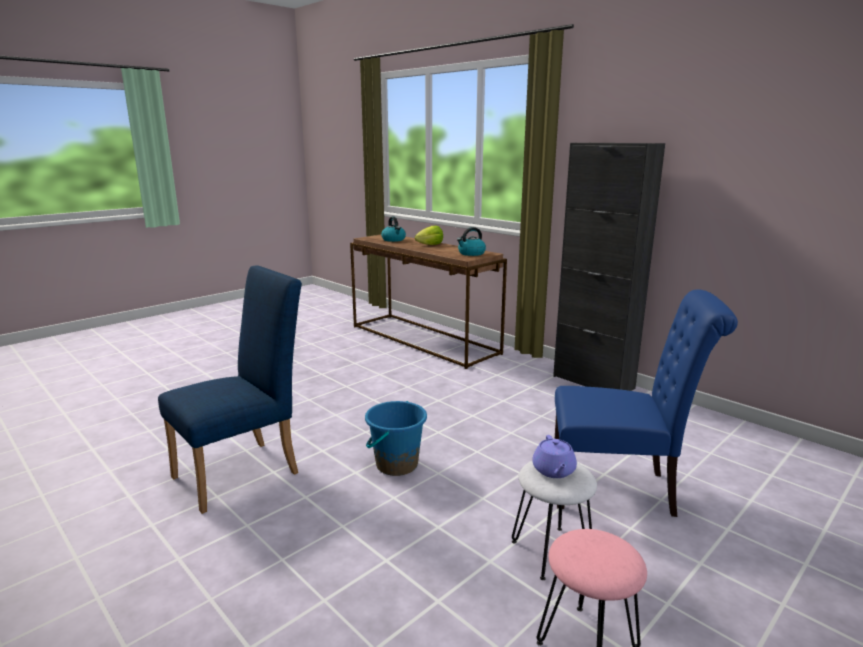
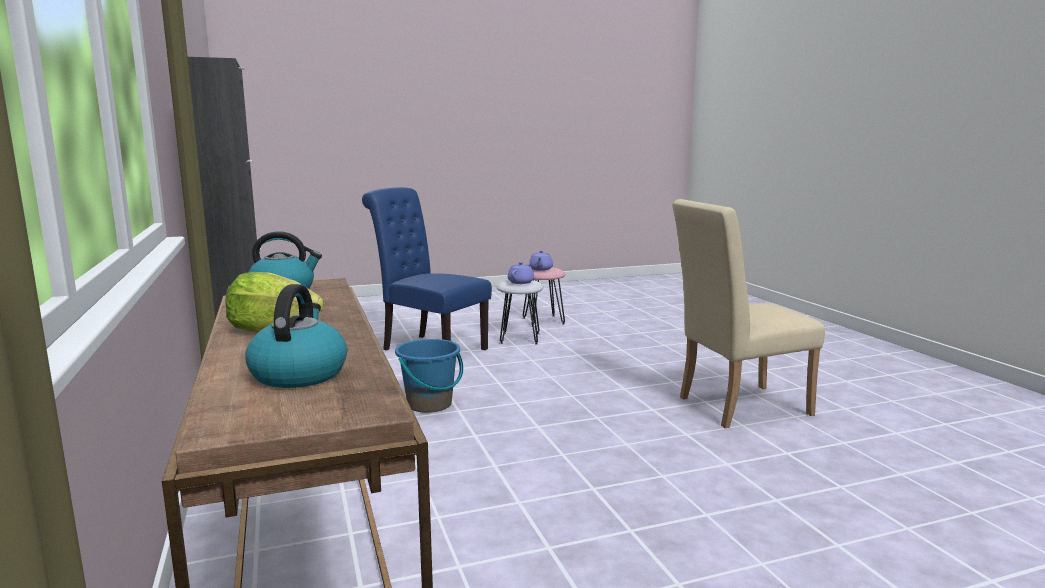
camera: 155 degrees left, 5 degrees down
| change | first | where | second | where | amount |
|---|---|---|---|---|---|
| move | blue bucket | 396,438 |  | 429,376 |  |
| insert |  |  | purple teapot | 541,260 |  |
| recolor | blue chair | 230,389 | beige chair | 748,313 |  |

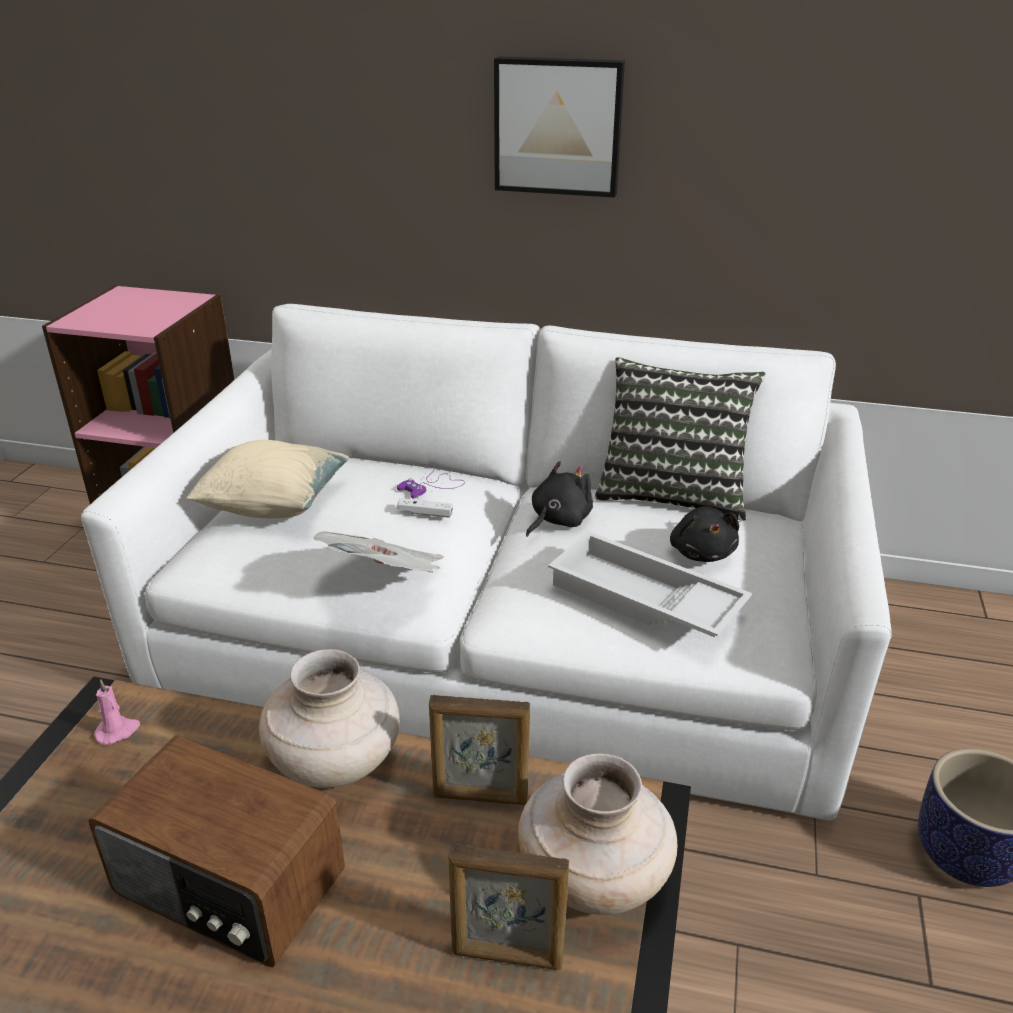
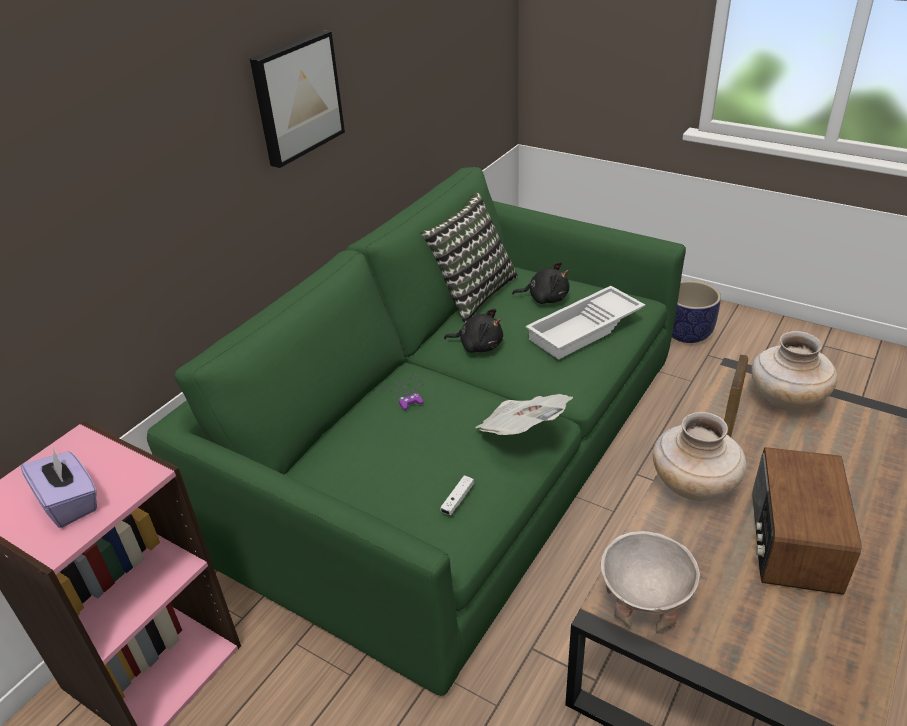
camera: 70 degrees left, 5 degrees up
| change | first | where | second | where | amount |
|---|---|---|---|---|---|
| insert |  |  | purple tissue box | 59,488 |  |
| recolor | white sofa | 486,562 | green sofa | 416,431 |  |
| move | white game controller | 425,507 |  | 457,495 |  |
| rotate | black plush toy | 559,499 |  | 473,331 | 135 degrees clockwise |
| replace | pink candle | 117,711 | beige bowl | 650,582 |  |
| rotate | radio | 216,851 |  | 807,521 | 150 degrees clockwise |
| delete | beige pillow | 268,479 |  |  |  |
| delete | picture frame | 508,906 |  |  |  |

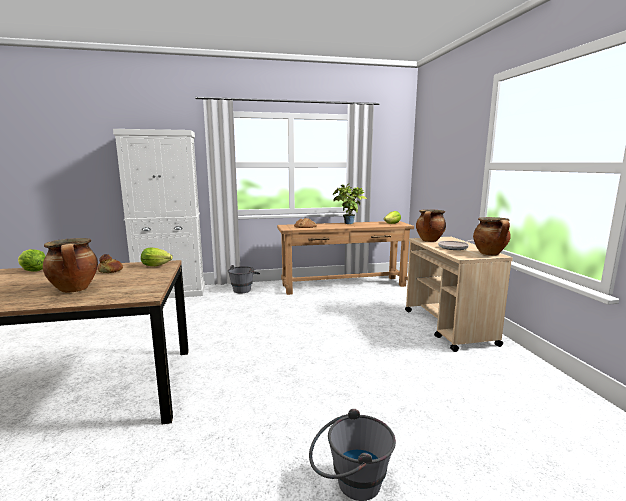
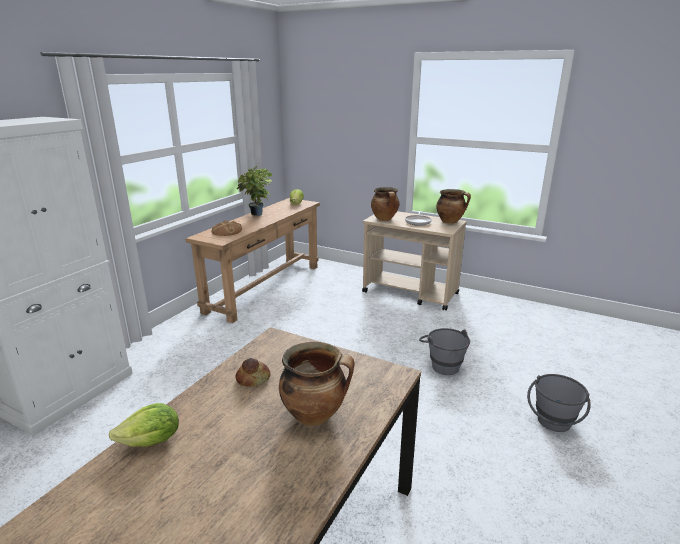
camera: 50 degrees left, 10 degrees up
| change | first | where | second | where | amount |
|---|---|---|---|---|---|
| move | grey bucket | 244,279 |  | 444,351 |  |
| delete | lettuce | 157,257 |  |  |  |

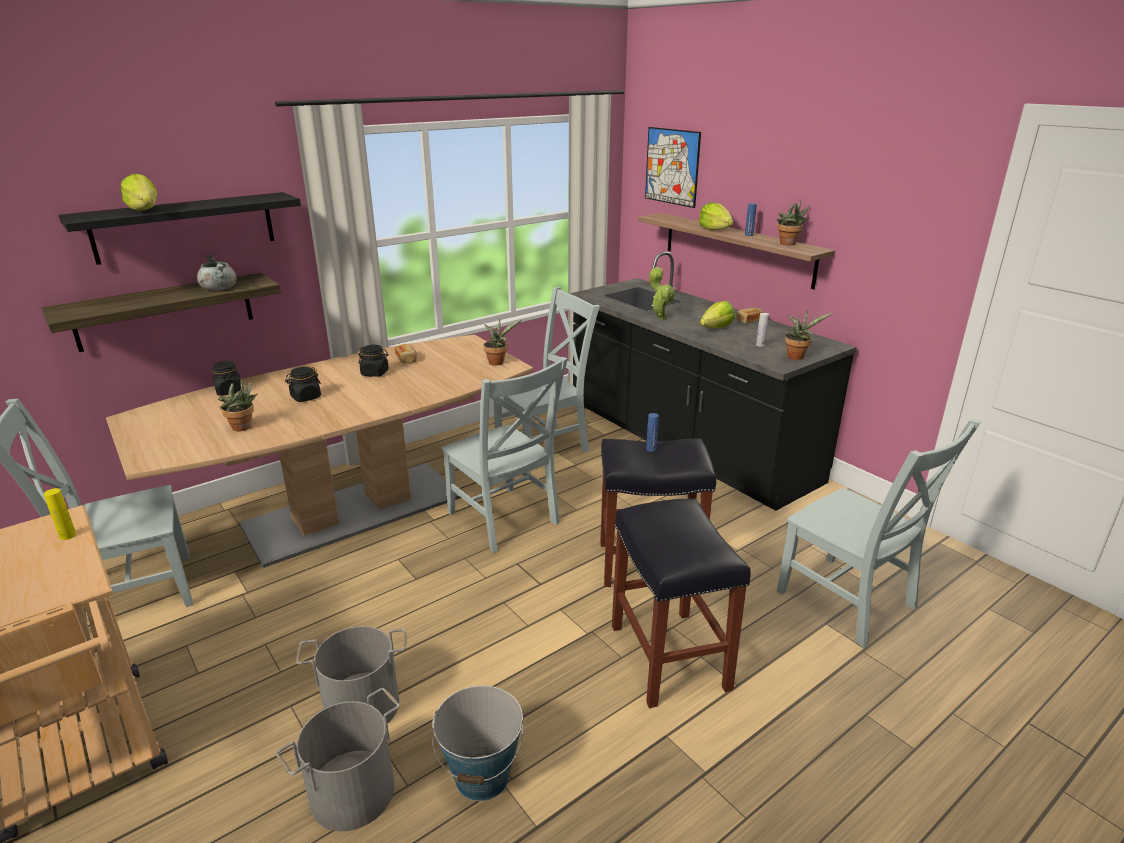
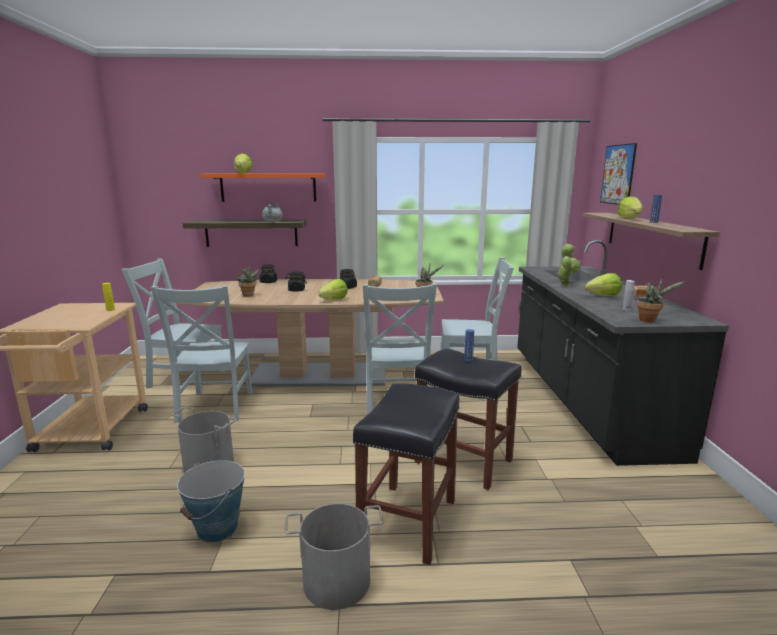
camera: 35 degrees right, 10 degrees down
| change | first | where | second | where | amount |
|---|---|---|---|---|---|
| move | grey chair | 879,533 |  | 201,354 |  |
| recolor | black shelf | 180,228 | orange shelf | 263,187 |  |
| move | grey bucket | 338,759 |  | 334,556 |  |
| insert |  |  | lettuce | 333,289 |  |
| delete | potted plant | 793,222 |  |  |  |

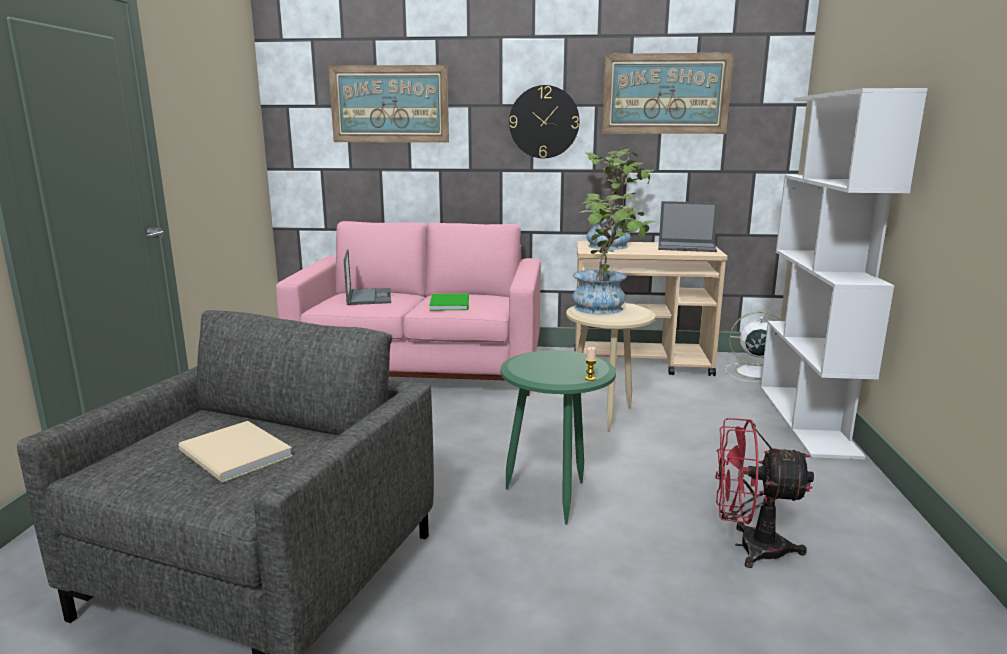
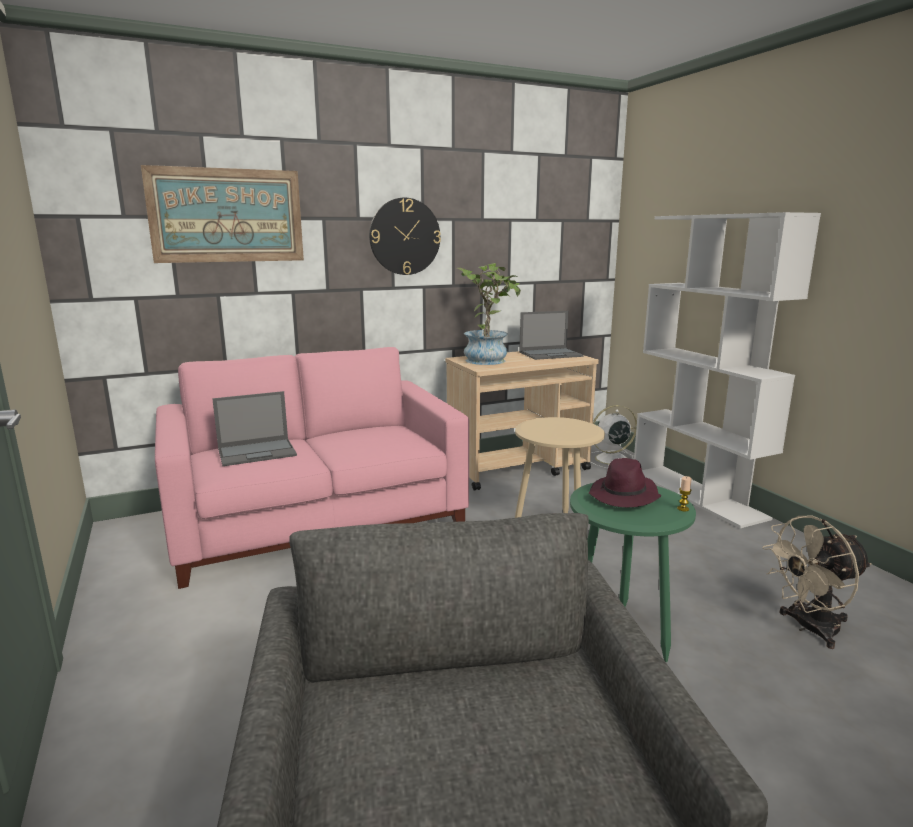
camera: 30 degrees left, 0 degrees up
| change | first | where | second | where | amount |
|---|---|---|---|---|---|
| rotate | laptop | 367,277 |  | 254,428 | 105 degrees clockwise |
| insert |  |  | purple hat | 625,483 |  |
| recolor | red fan | 764,493 | beige fan | 817,582 |  |
| delete | beige book | 235,452 |  |  |  |
| delete | green book | 449,302 |  |  |  |
| delete | potted plant | 613,254 |  |  |  |
| delete | picture | 668,93 |  |  |  |

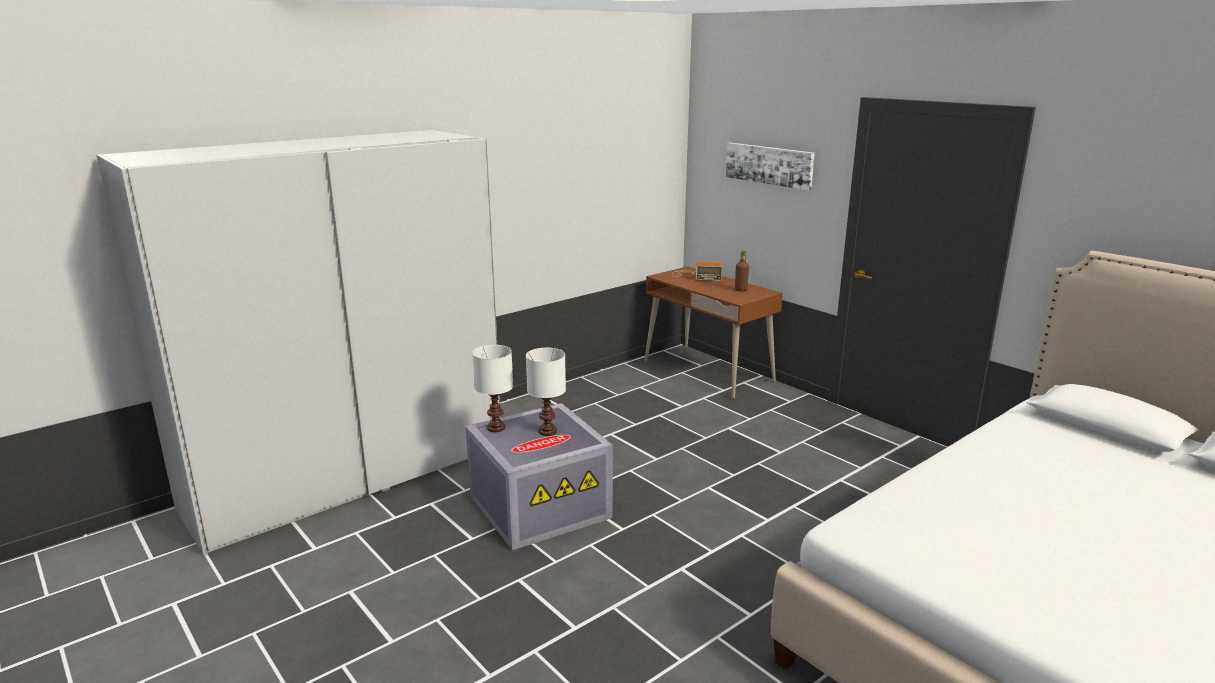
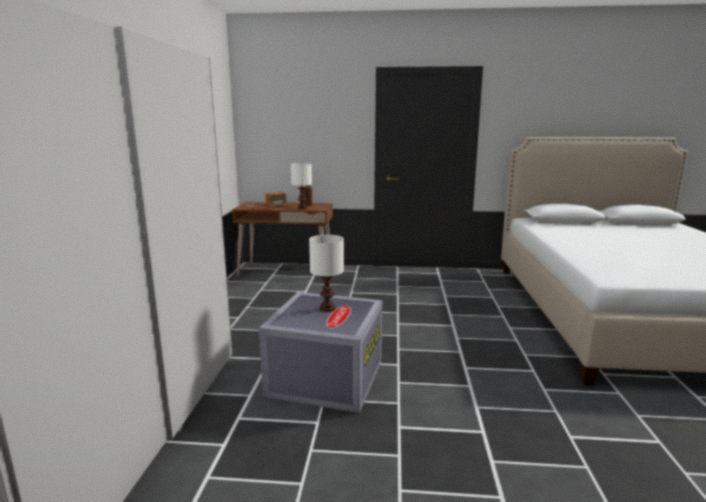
camera: 45 degrees left, 5 degrees down
| change | first | where | second | where | amount |
|---|---|---|---|---|---|
| move | white table lamp | 492,388 |  | 301,186 |  |
| delete | picture | 770,167 |  |  |  |

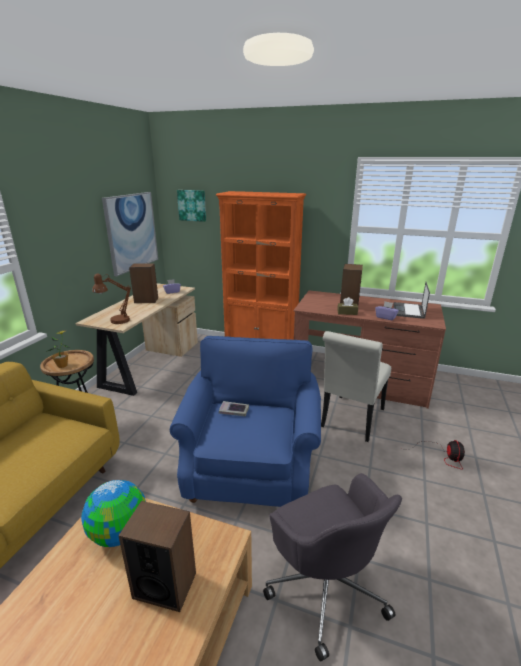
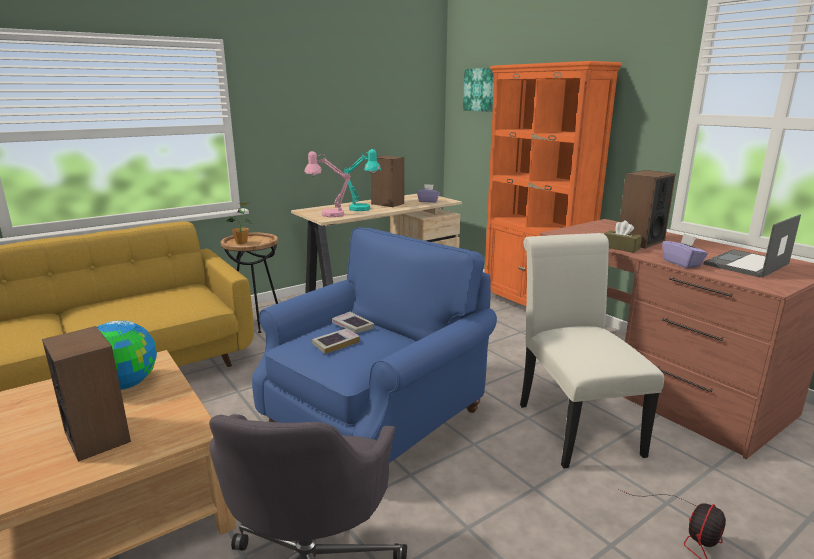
camera: 35 degrees right, 5 degrees down
| change | first | where | second | where | amount |
|---|---|---|---|---|---|
| recolor | brown table lamp | 111,299 | pink table lamp | 327,184 |  |
| insert |  |  | book | 336,341 |  |
| insert |  |  | turquoise table lamp | 362,180 |  |
| rotate | white chair | 356,386 |  | 592,350 | 105 degrees clockwise |
| delete | picture | 130,234 |  |  |  |

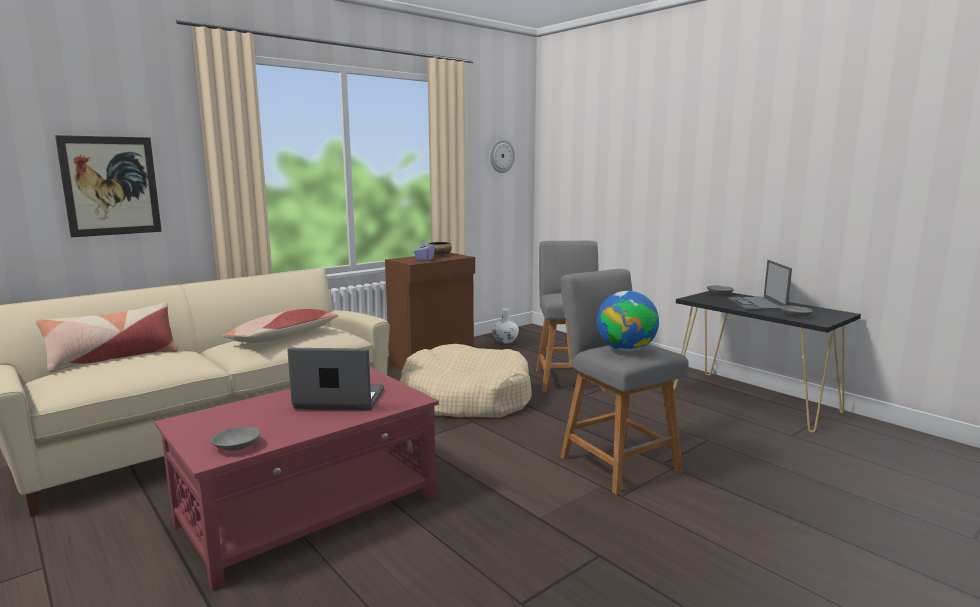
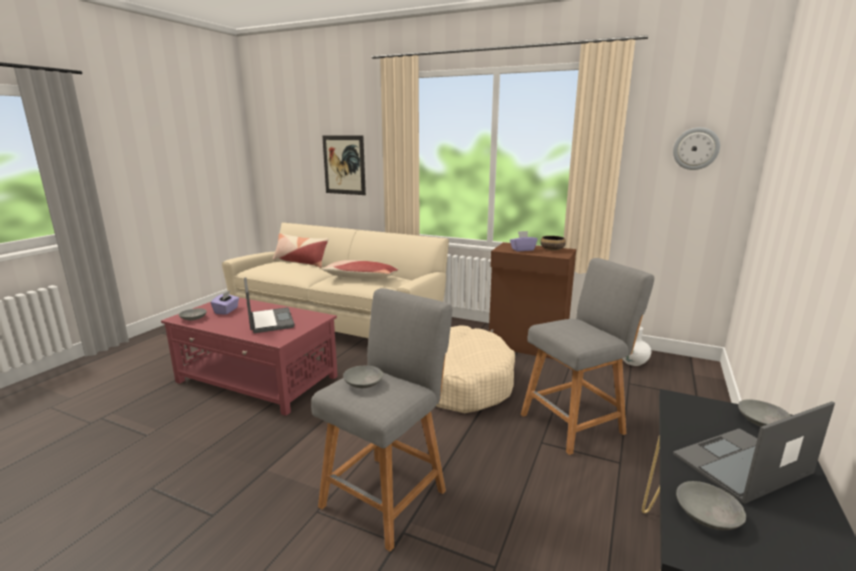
camera: 65 degrees right, 5 degrees up
| change | first | where | second | where | amount |
|---|---|---|---|---|---|
| insert |  |  | purple tissue box | 225,303 |  |
| replace | globe | 628,321 | grey bowl | 363,377 |  |

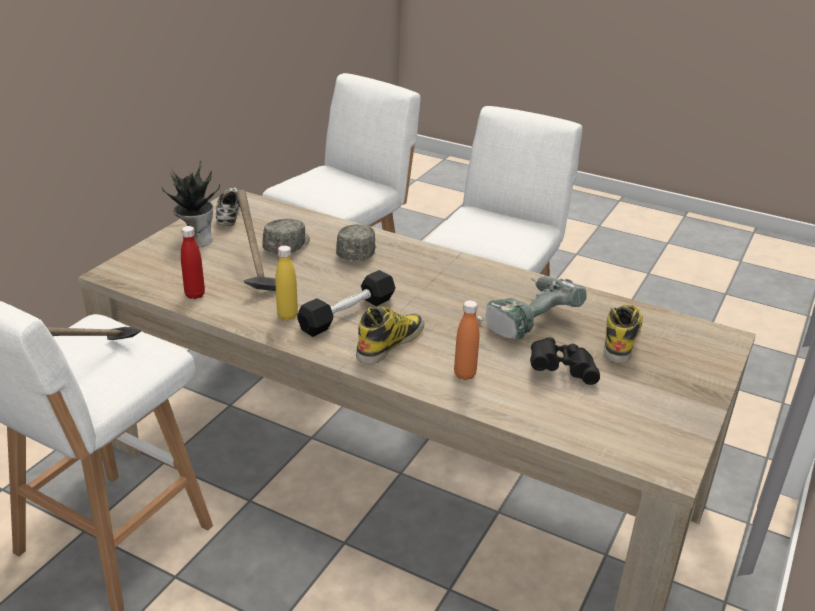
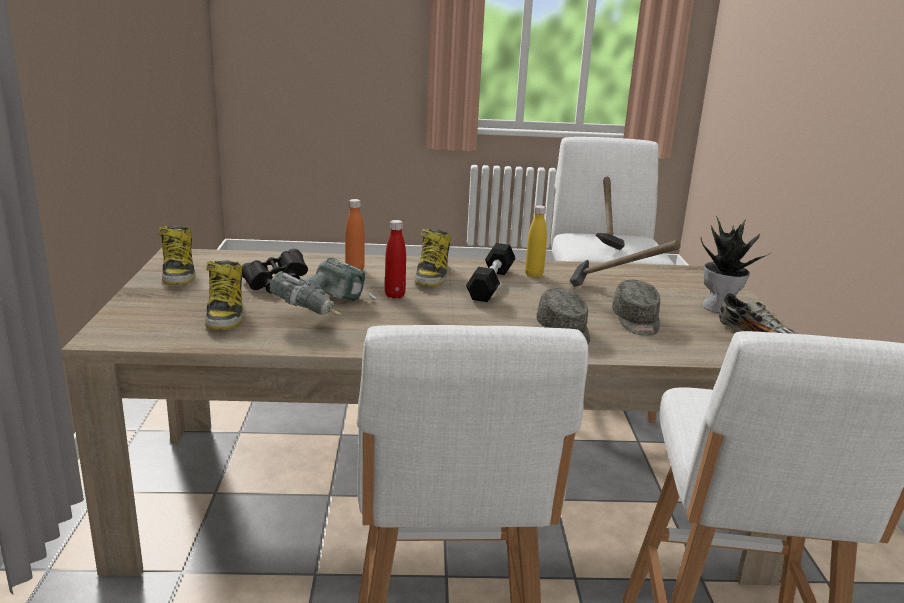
camera: 150 degrees right, 10 degrees down
| change | first | where | second | where | amount |
|---|---|---|---|---|---|
| insert |  |  | boot | 177,255 |  |
| move | red bottle | 193,262 |  | 395,259 |  |

